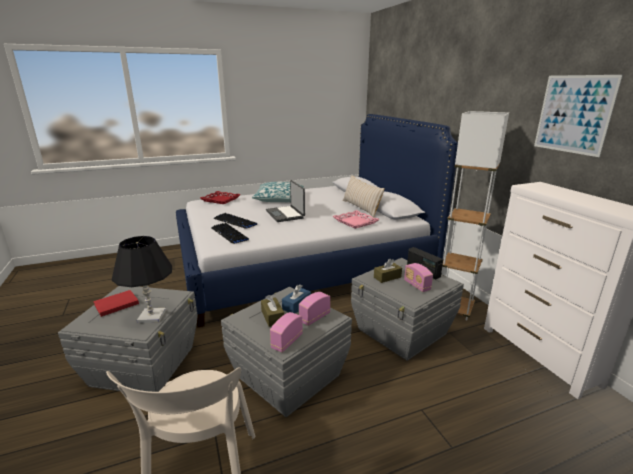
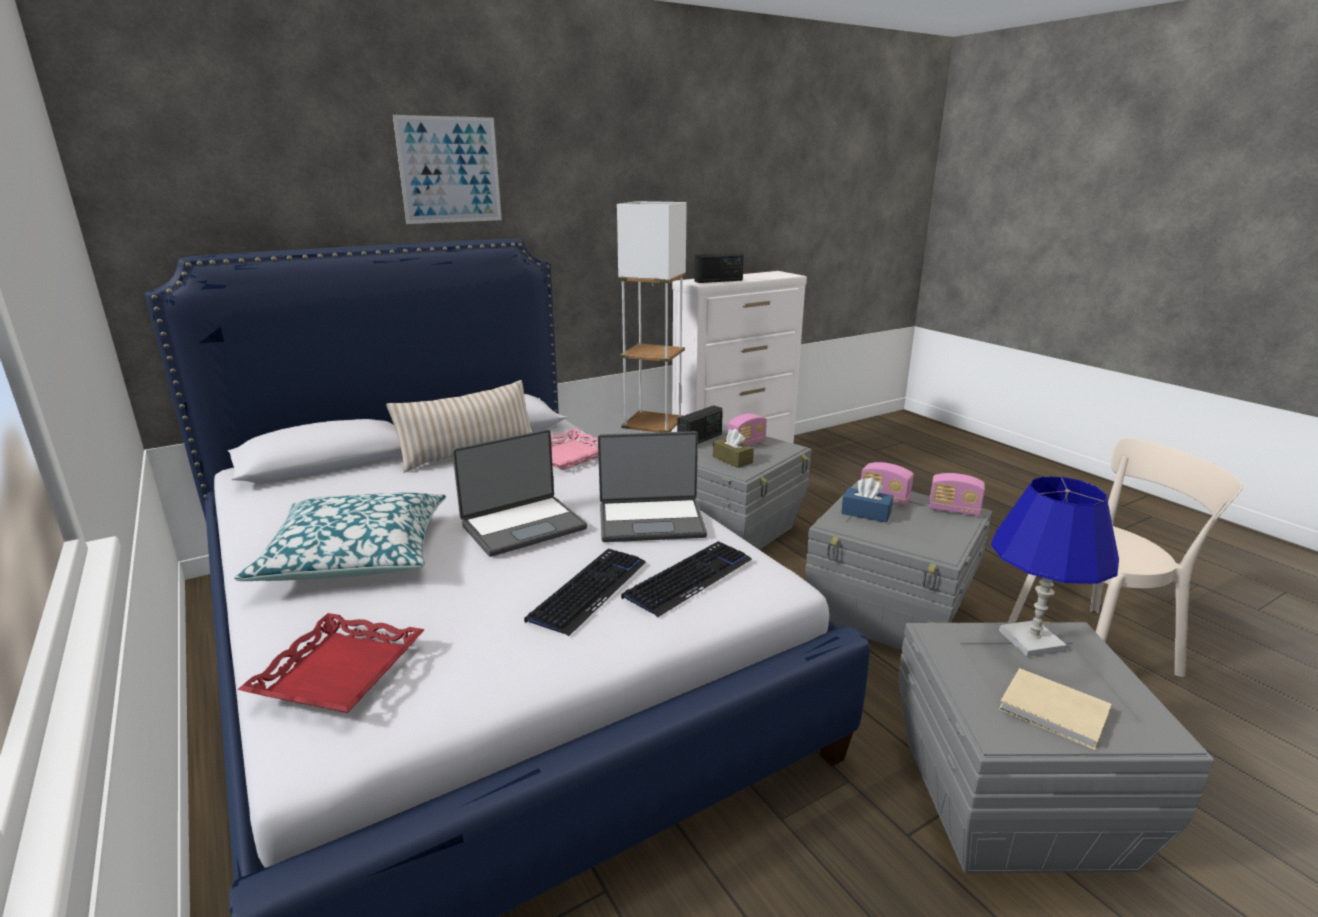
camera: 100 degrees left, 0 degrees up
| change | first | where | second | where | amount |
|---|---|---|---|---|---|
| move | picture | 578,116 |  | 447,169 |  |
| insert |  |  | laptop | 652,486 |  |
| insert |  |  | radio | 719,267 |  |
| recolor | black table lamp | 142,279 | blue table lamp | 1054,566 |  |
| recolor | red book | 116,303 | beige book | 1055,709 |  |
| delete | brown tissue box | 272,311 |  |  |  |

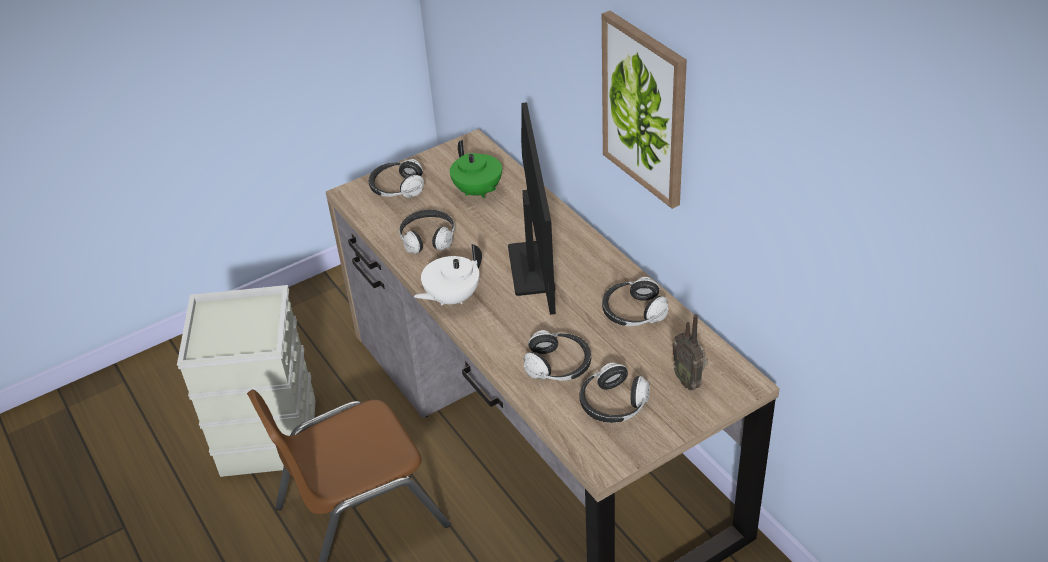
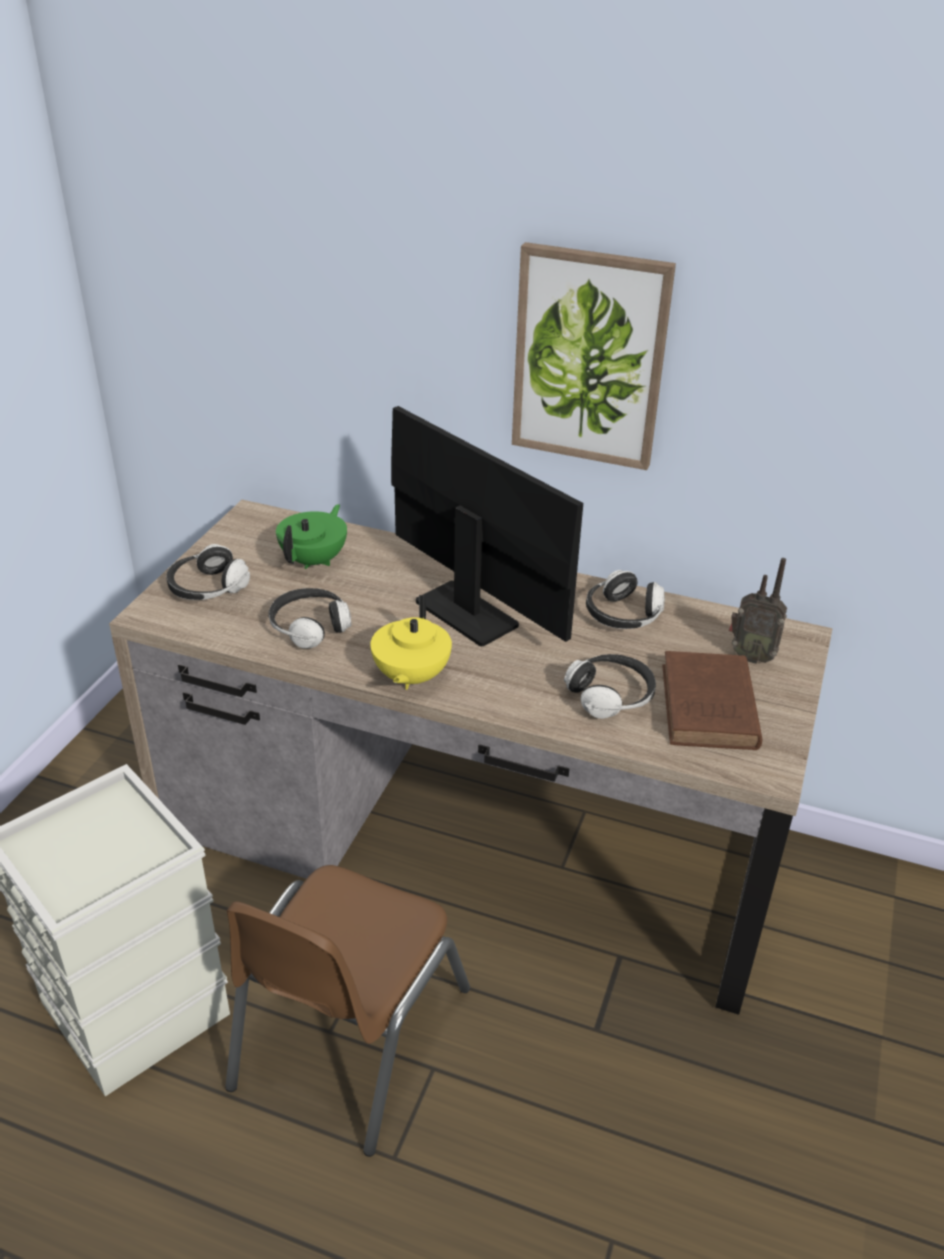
camera: 40 degrees left, 5 degrees down
| change | first | where | second | where | amount |
|---|---|---|---|---|---|
| rotate | green teapot | 476,169 |  | 311,536 | 90 degrees counterclockwise |
| recolor | white teapot | 448,274 | yellow teapot | 411,642 |  |
| replace | headphones | 614,393 | brown book | 712,700 |  |

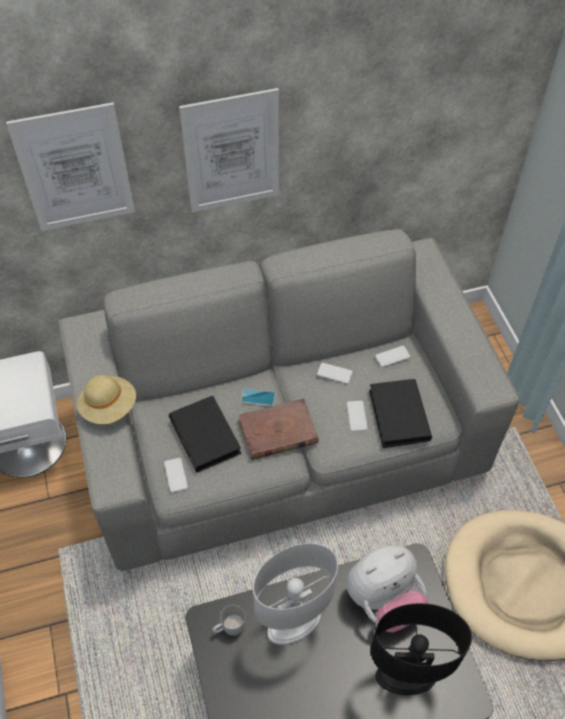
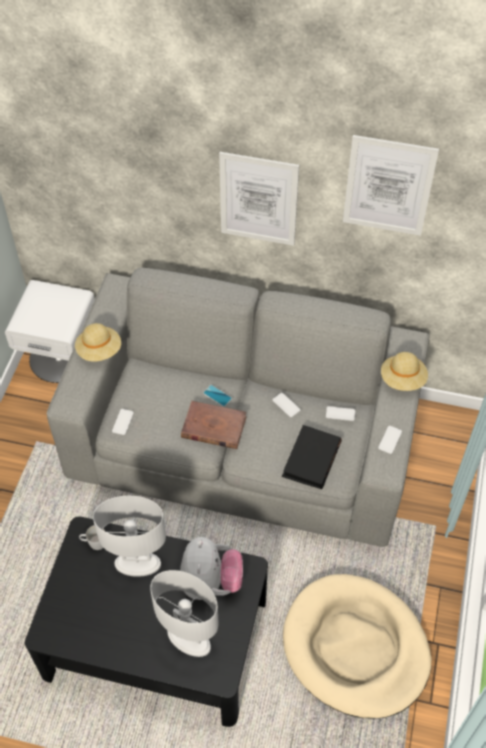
camera: 30 degrees right, 0 degrees up
| change | first | where | second | where | amount |
|---|---|---|---|---|---|
| recolor | black table lamp | 421,649 | white table lamp | 184,613 |  |
| rotate | plush toy | 387,589 |  | 211,568 | 90 degrees counterclockwise |
| move | picture | 70,166 |  | 391,185 |  |
| move | phone | 357,416 |  | 390,440 |  |
| insert |  |  | beige hat | 404,371 |  |
| delete | black book | 205,434 |  |  |  |

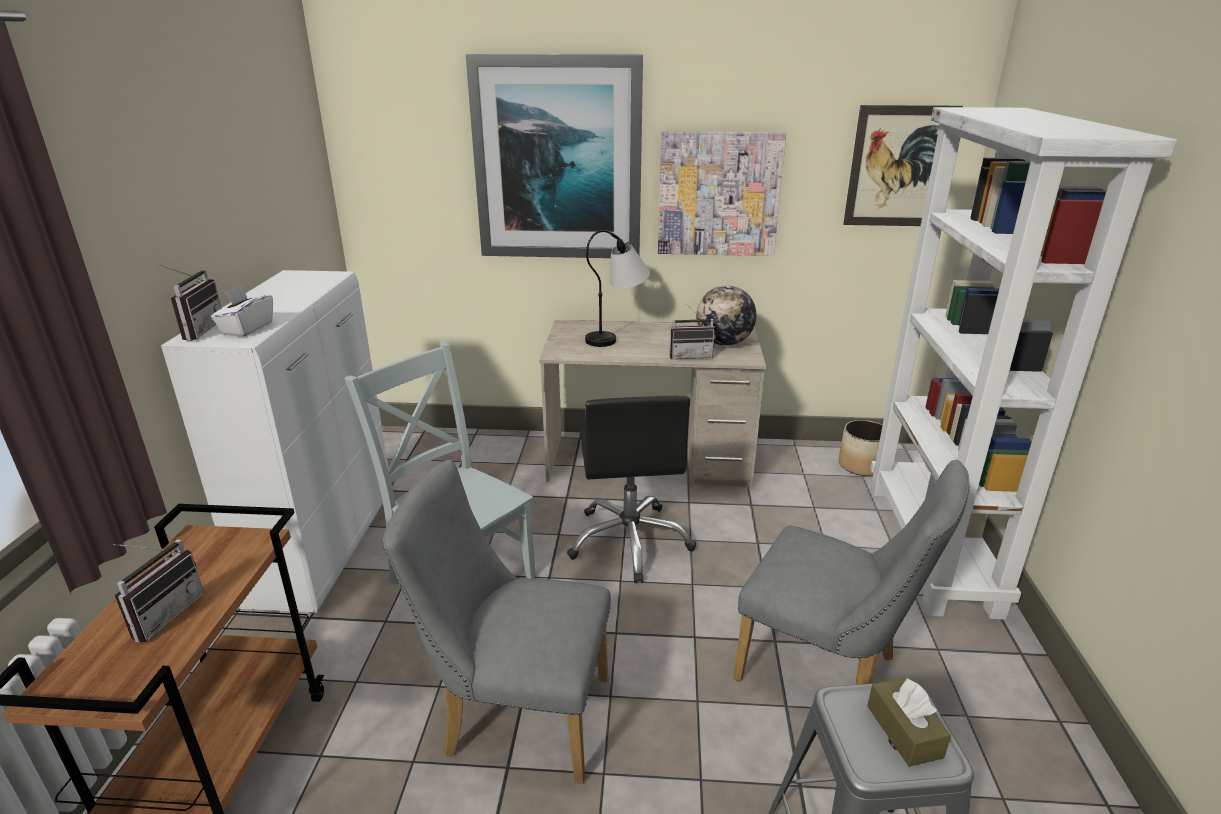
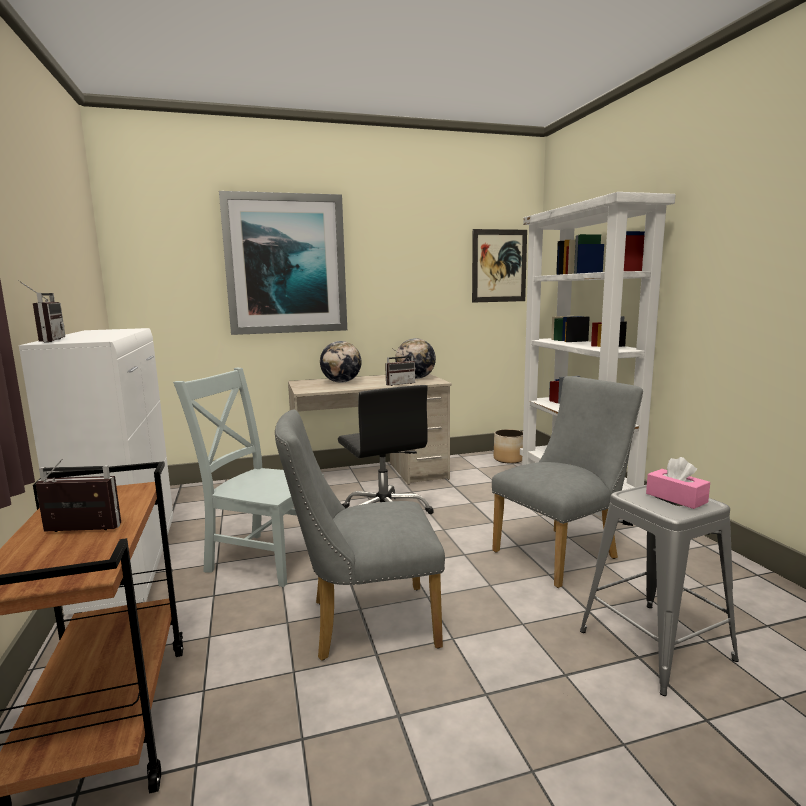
camera: 20 degrees left, 15 degrees down
| change | first | where | second | where | amount |
|---|---|---|---|---|---|
| rotate | radio | 158,591 |  | 78,495 | 90 degrees counterclockwise |
| replace | table lamp | 617,288 | globe | 341,362 |  |
| rotate | grey chair | 851,572 |  | 567,482 | 45 degrees counterclockwise |
| recolor | brown tissue box | 909,722 | pink tissue box | 678,483 |  |
| delete | white tissue box | 242,311 |  |  |  |
| delete | picture | 722,193 |  |  |  |

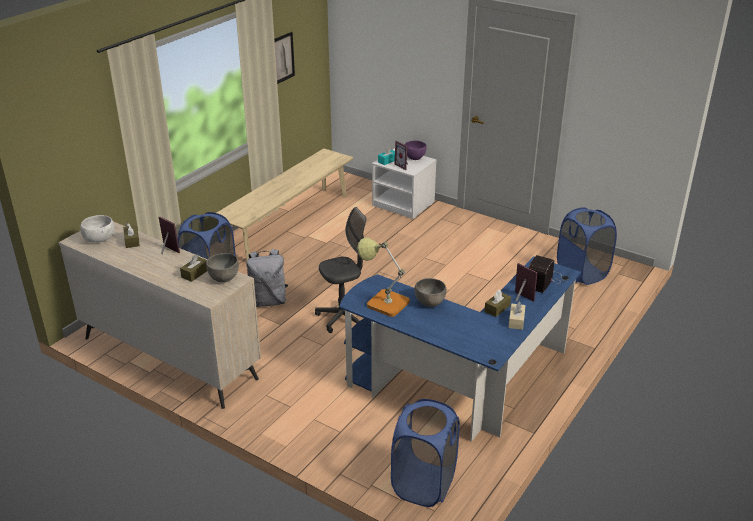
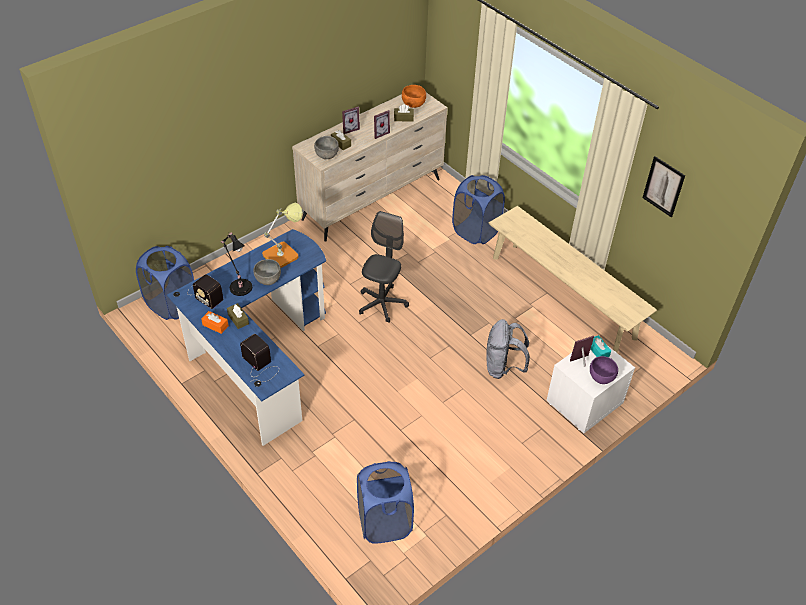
camera: 105 degrees right, 15 degrees up
| change | first | where | second | where | amount |
|---|---|---|---|---|---|
| insert |  |  | radio | 205,291 |  |
| recolor | beige tissue box | 517,315 | orange tissue box | 215,322 |  |
| insert |  |  | black table lamp | 236,264 |  |
| move | picture frame | 526,282 |  | 351,120 |  |
| rotate | grey office chair | 340,270 |  | 384,267 | 150 degrees counterclockwise |
| recolor | white bowl | 97,229 | orange bowl | 414,96 |  |
| move | grey backpack | 267,278 |  | 508,349 |  |

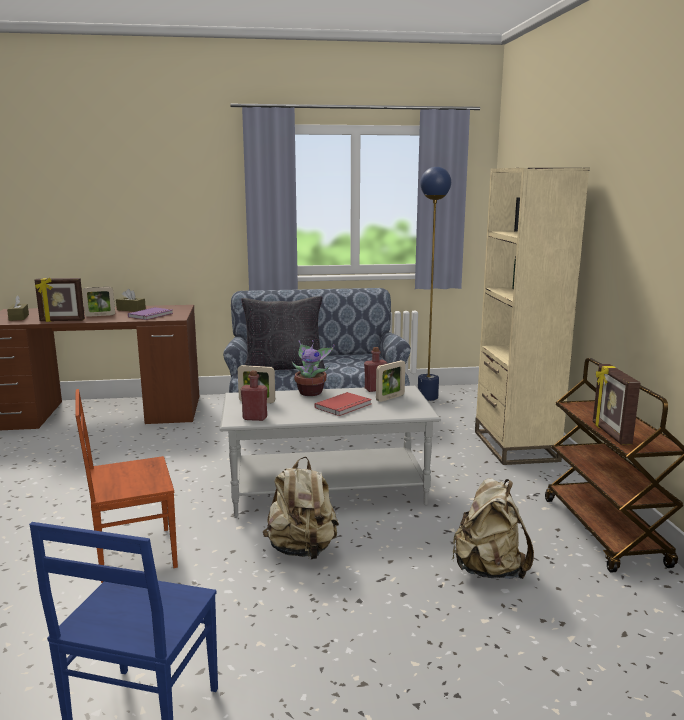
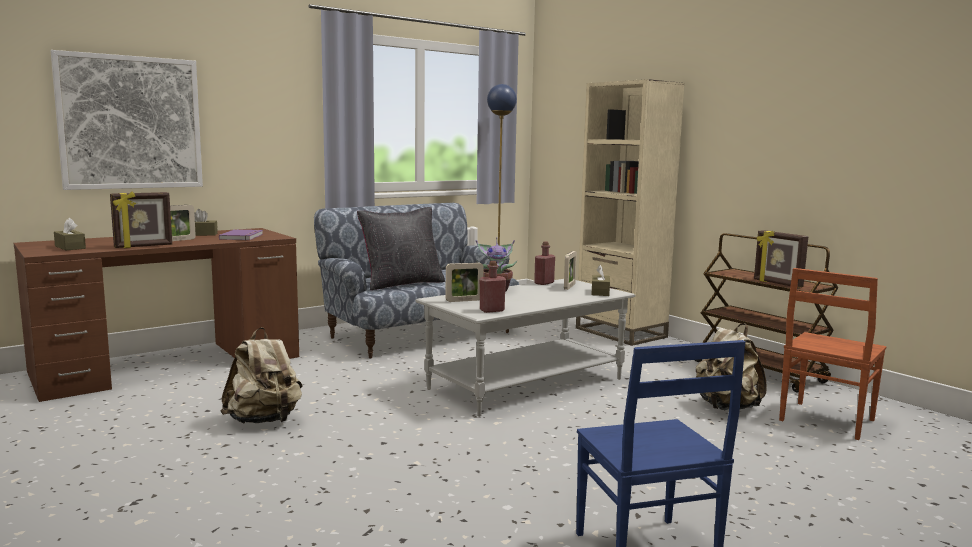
camera: 30 degrees left, 5 degrees down
| change | first | where | second | where | amount |
|---|---|---|---|---|---|
| insert |  |  | picture | 127,120 |  |
| move | beige backpack | 301,508 |  | 261,375 |  |
| insert |  |  | brown tissue box | 600,280 |  |
| move | brown chair | 126,486 |  | 832,354 |  |
| delete | red book | 343,404 |  |  |  |

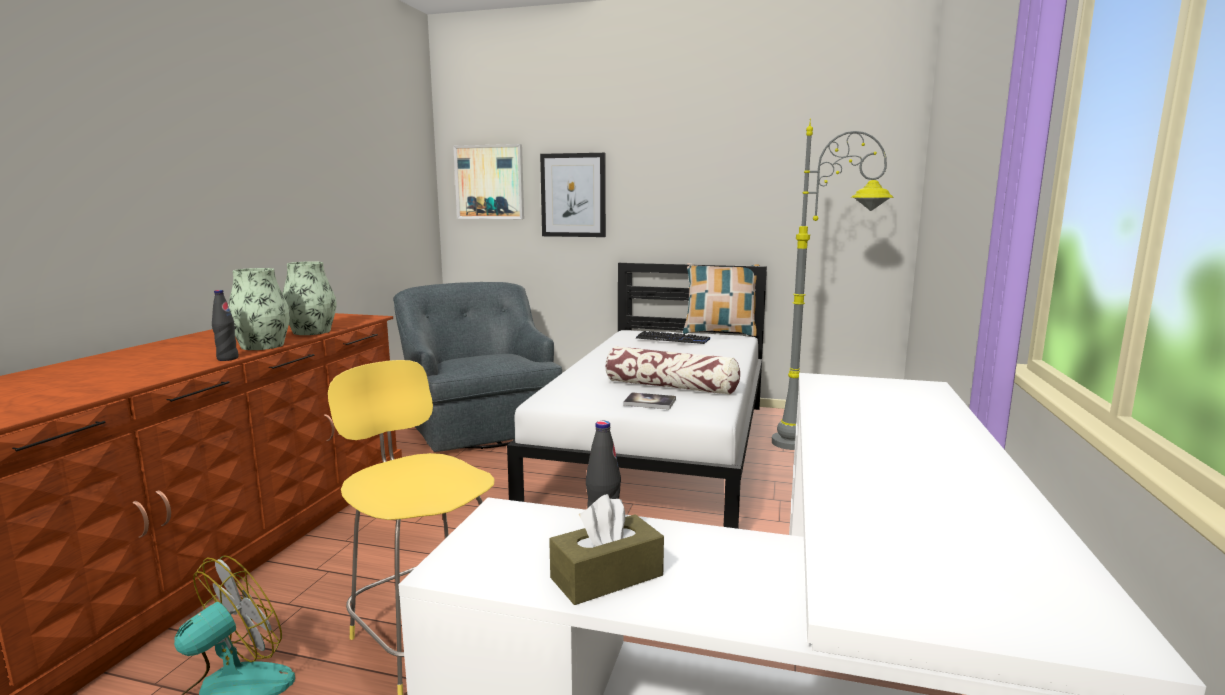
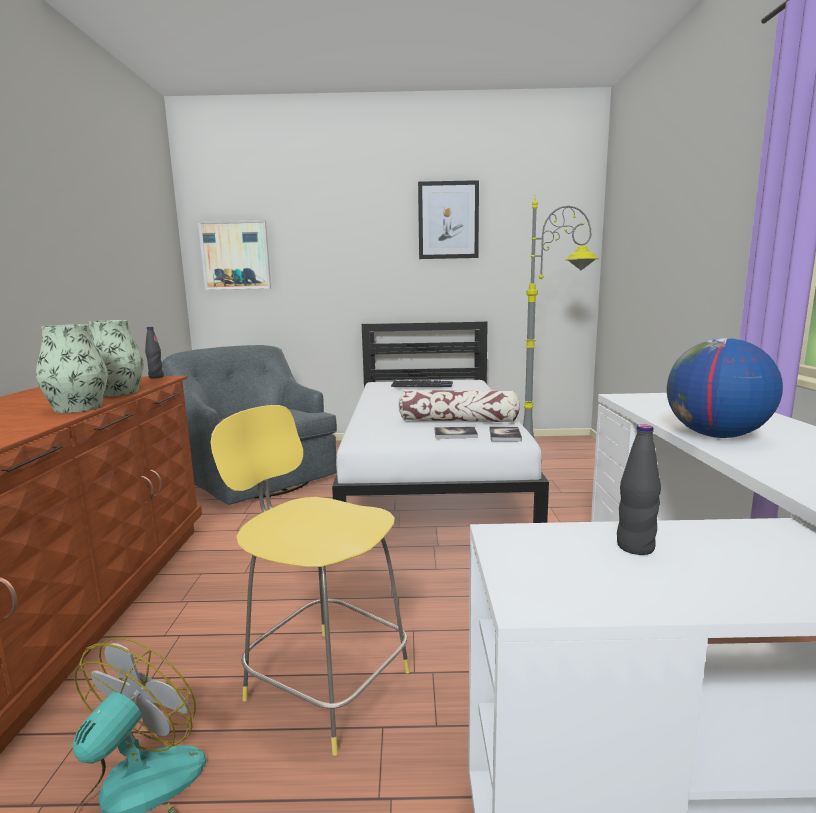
camera: 15 degrees left, 0 degrees up
| change | first | where | second | where | amount |
|---|---|---|---|---|---|
| move | black bottle | 225,325 |  | 154,353 |  |
| move | picture | 573,195 |  | 448,219 |  |
| insert |  |  | book | 506,434 |  |
| insert |  |  | globe | 725,388 |  |
| delete | brown tissue box | 606,549 |  |  |  |
| delete | pillow | 721,299 |  |  |  |

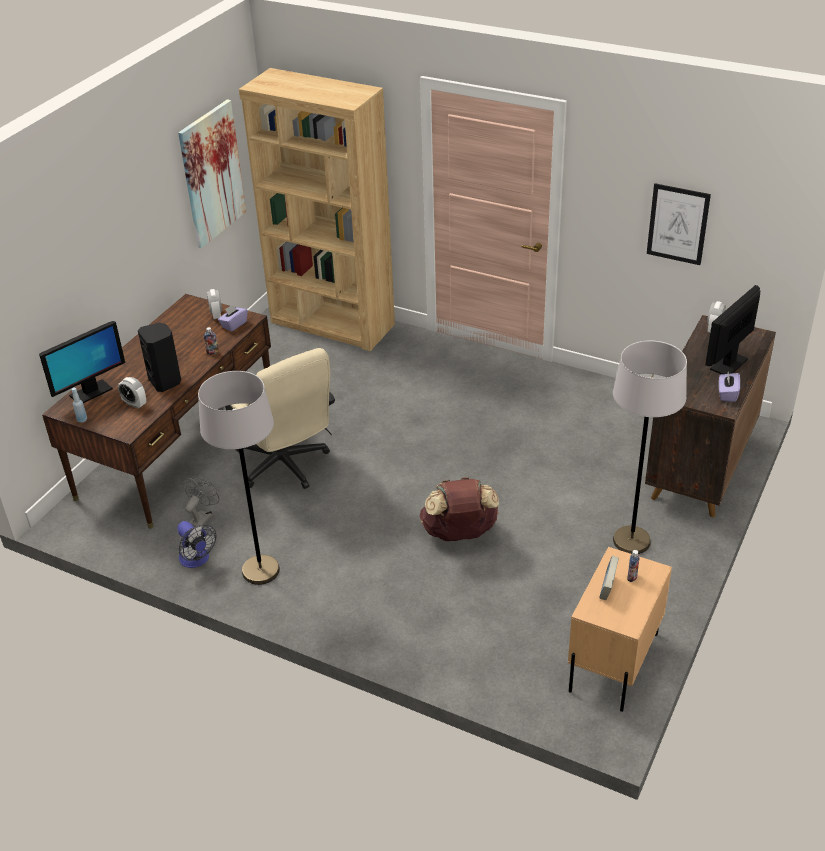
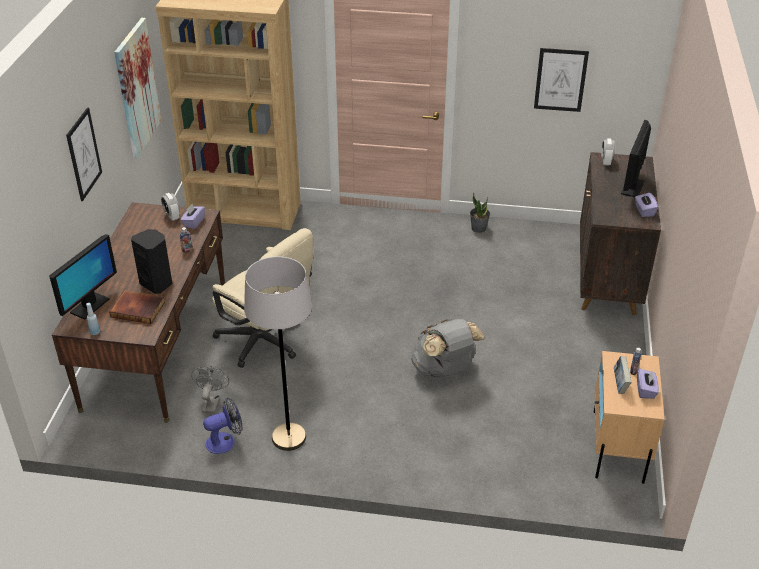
camera: 20 degrees left, 0 degrees up
| change | first | where | second | where | amount |
|---|---|---|---|---|---|
| insert |  |  | picture | 84,154 |  |
| replace | alarm clock | 132,393 | book | 137,307 |  |
| rotate | fan | 197,544 |  | 223,425 | 60 degrees counterclockwise |
| recolor | brown backpack | 459,509 | grey backpack | 447,348 |  |
| insert |  |  | potted plant | 480,213 |  |
| insert |  |  | purple tissue box | 648,384 |  |
| delete | grey floor lamp | 650,447 |  |  |  |

